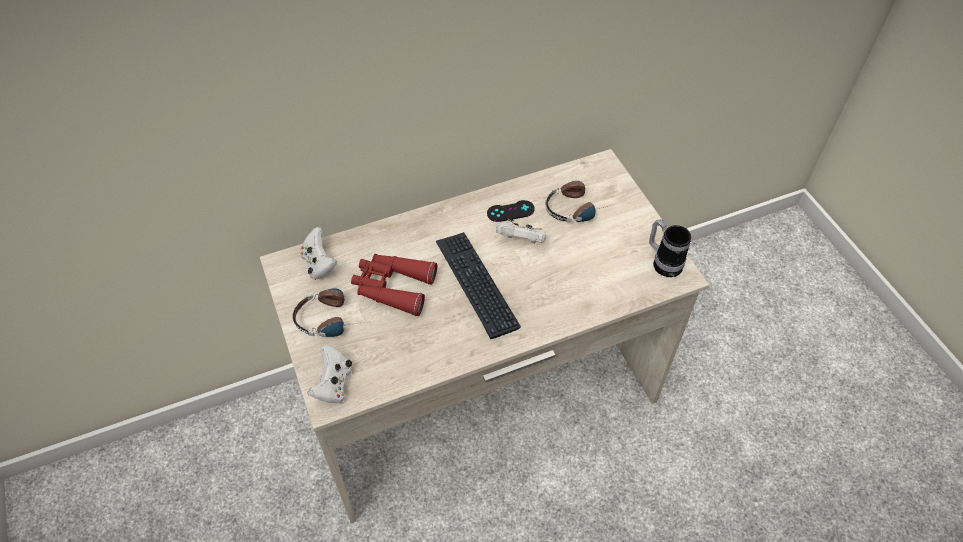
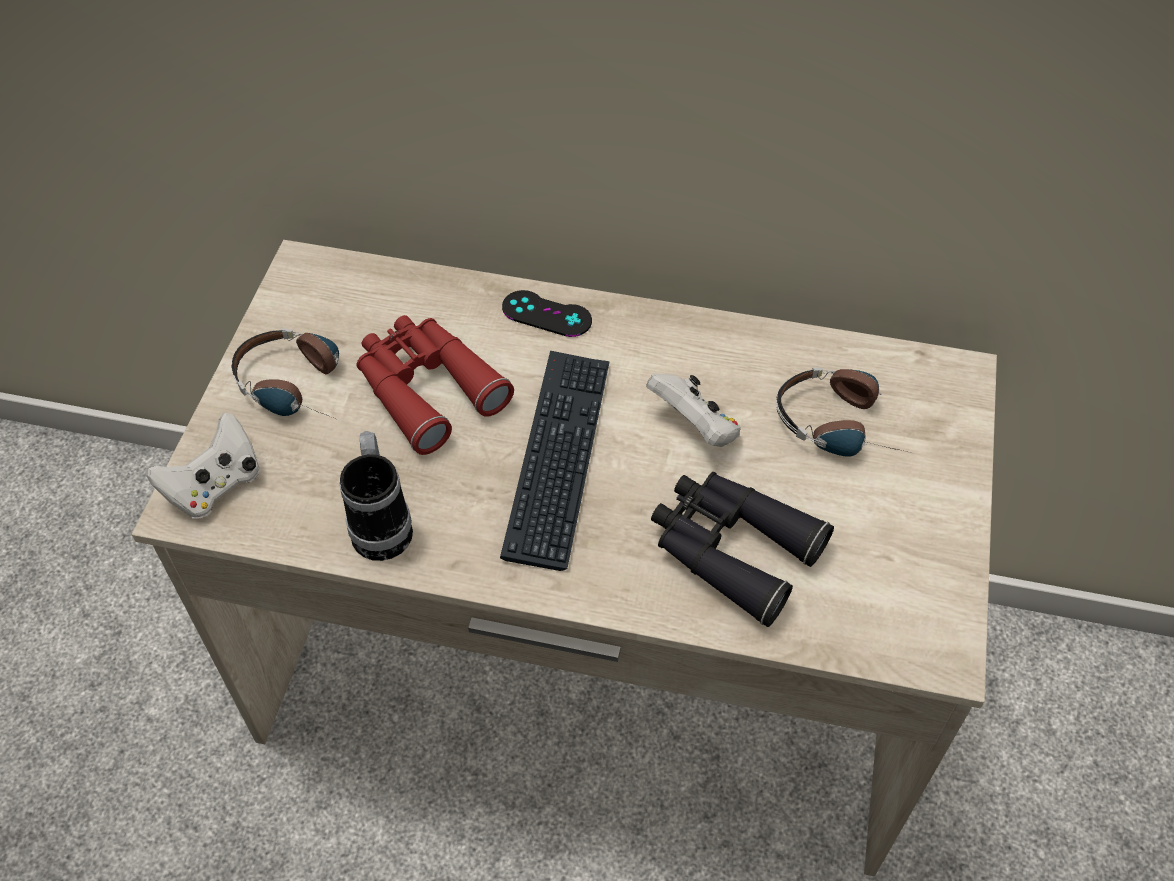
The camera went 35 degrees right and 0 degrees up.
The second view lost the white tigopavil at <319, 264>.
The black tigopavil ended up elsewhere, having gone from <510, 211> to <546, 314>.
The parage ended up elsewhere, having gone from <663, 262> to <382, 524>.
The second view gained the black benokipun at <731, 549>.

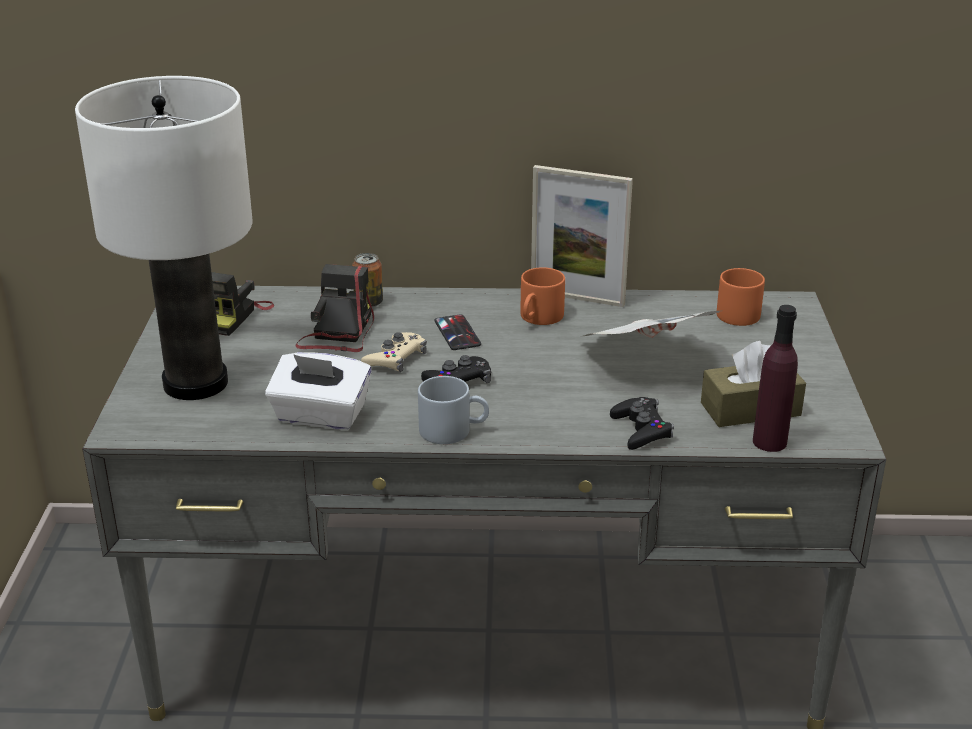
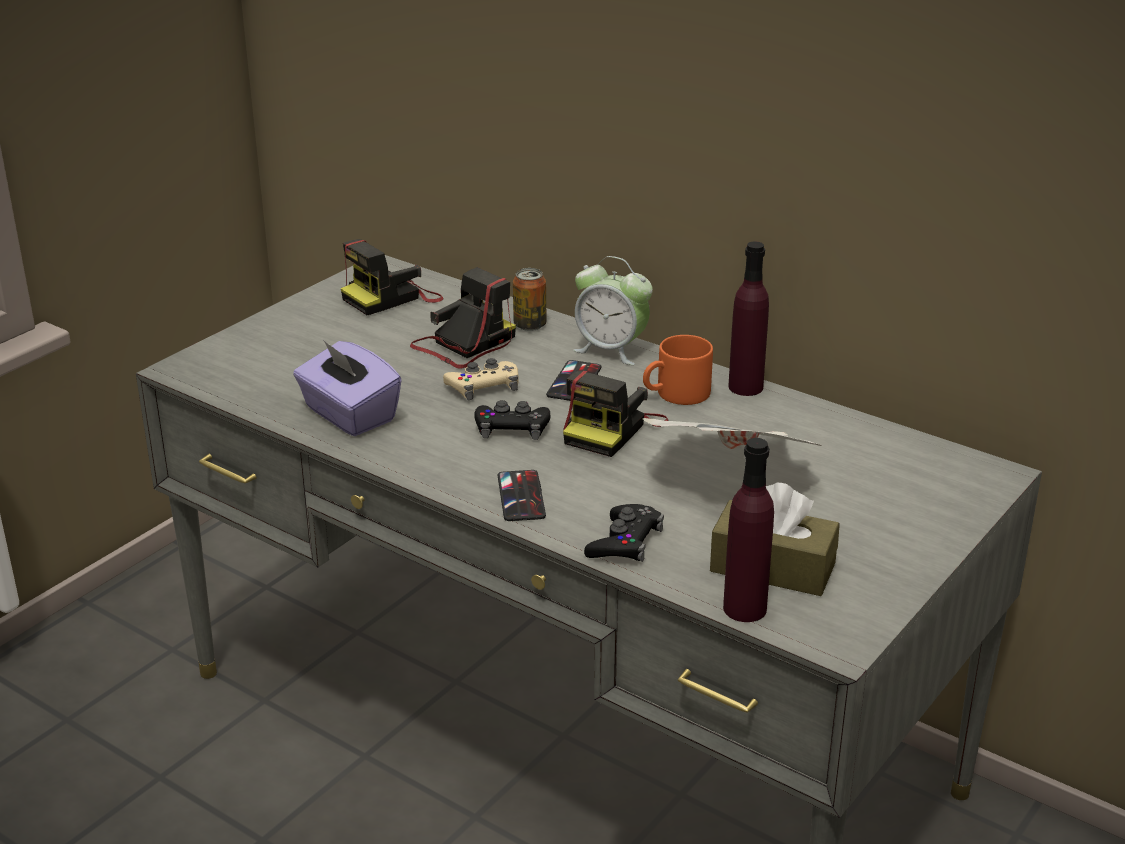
The camera went 35 degrees right and 0 degrees up.
The second view lost the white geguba at <196, 384>.
What was the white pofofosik at <320, 416> turned into the purple pofofosik at <349, 415>.
The second view lost the grey parage at <453, 430>.
Where the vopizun stood at <577, 298>, the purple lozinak came to stand at <745, 387>.
The second view lost the orange parage at <739, 312>.
The second view gained the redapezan at <521, 496>.
The second view gained the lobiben at <612, 430>.
The second view gained the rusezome at <611, 350>.

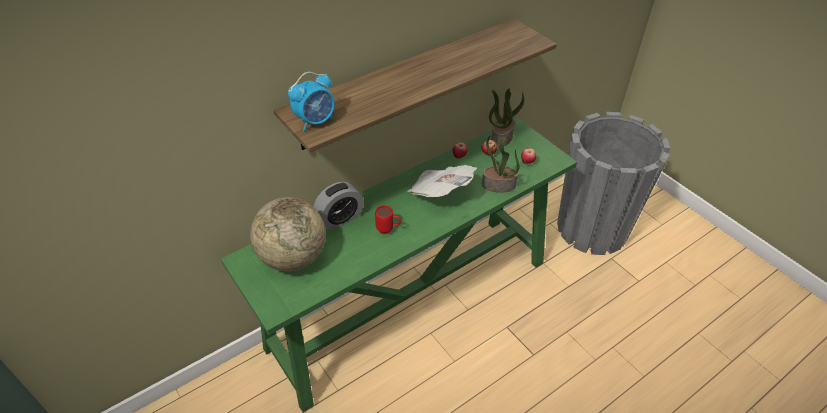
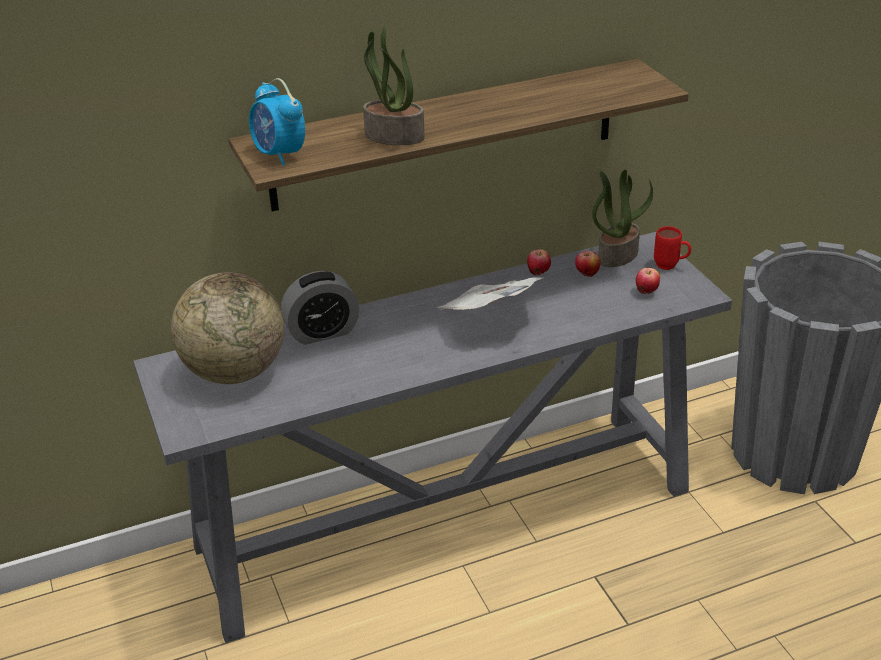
The camera went 15 degrees right and 10 degrees down.
What was the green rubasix at <413, 302> turned into the grey rubasix at <449, 518>.
The rusezome at <315, 121> ended up facing another way, 75 degrees clockwise from before.
The red parage ended up elsewhere, having gone from <388, 230> to <671, 266>.
The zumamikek ended up elsewhere, having gone from <498, 185> to <393, 136>.

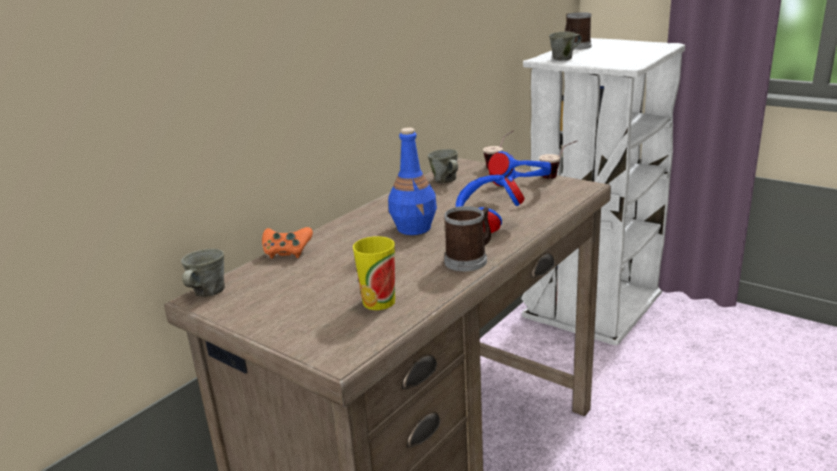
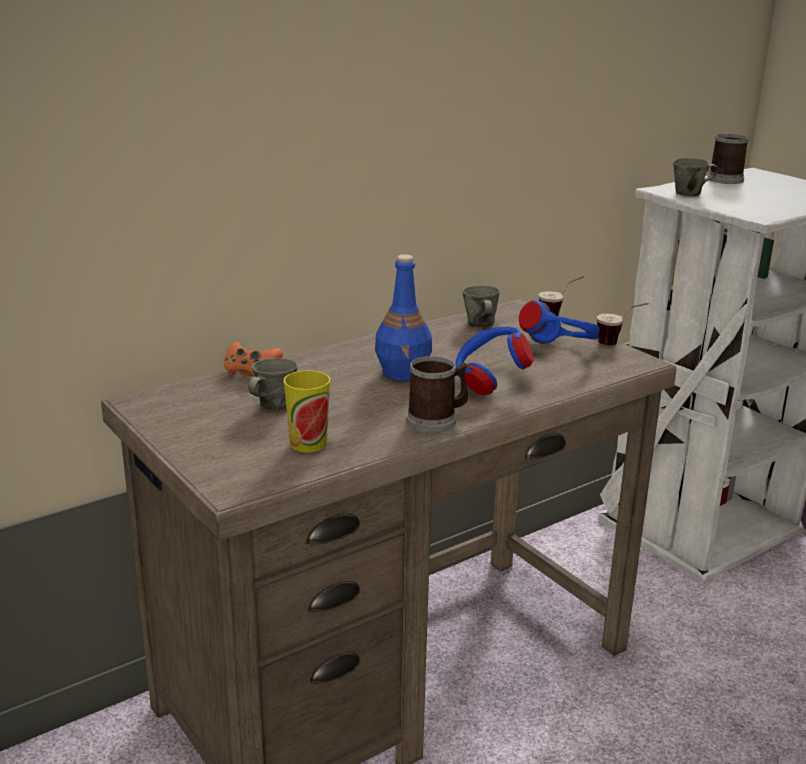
The camera went 15 degrees right and 0 degrees up.
The grey parage ended up elsewhere, having gone from <207, 292> to <273, 405>.

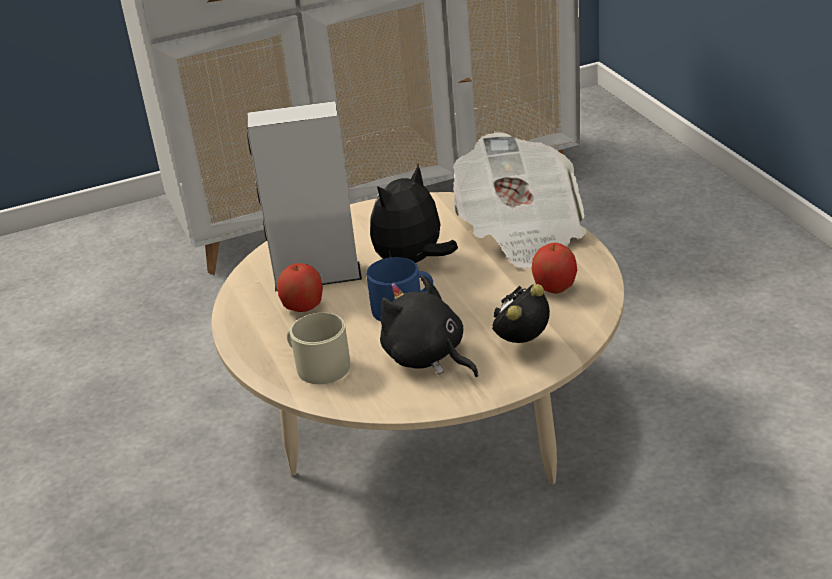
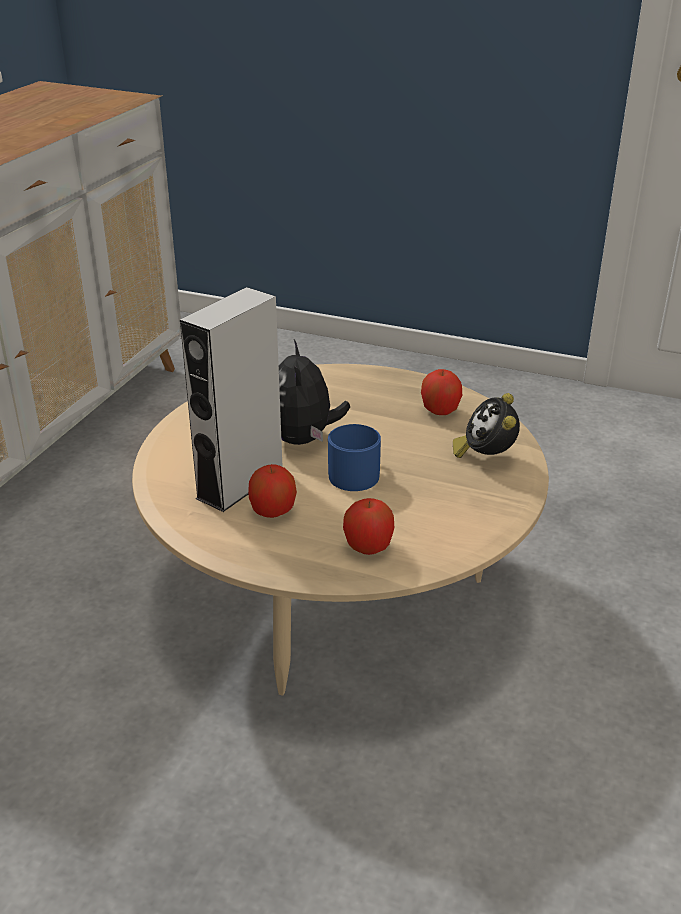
The camera went 50 degrees left and 0 degrees up.
Where the beige parage stood at <317, 365>, the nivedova came to stand at <368, 547>.
The second view lost the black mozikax at <427, 357>.
The second view lost the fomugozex at <520, 232>.

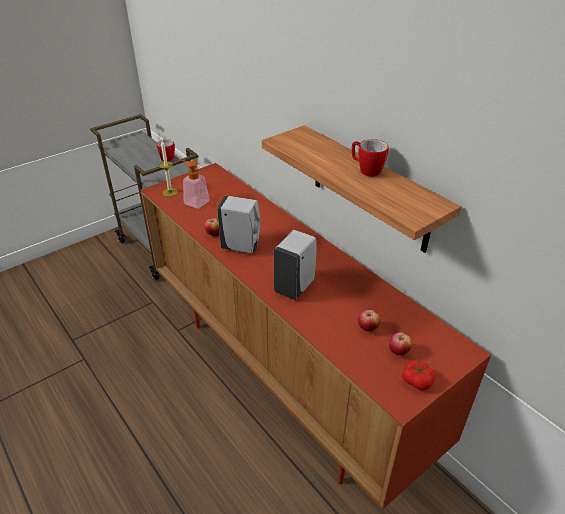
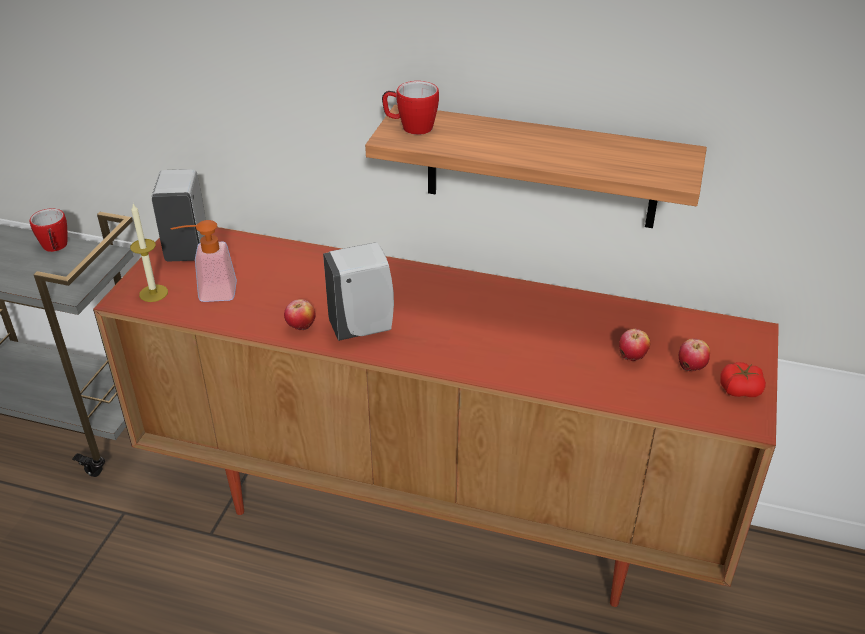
The camera went 35 degrees left and 0 degrees up.
The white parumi ended up elsewhere, having gone from <295, 286> to <187, 248>.
The parage ended up elsewhere, having gone from <366, 170> to <411, 128>.

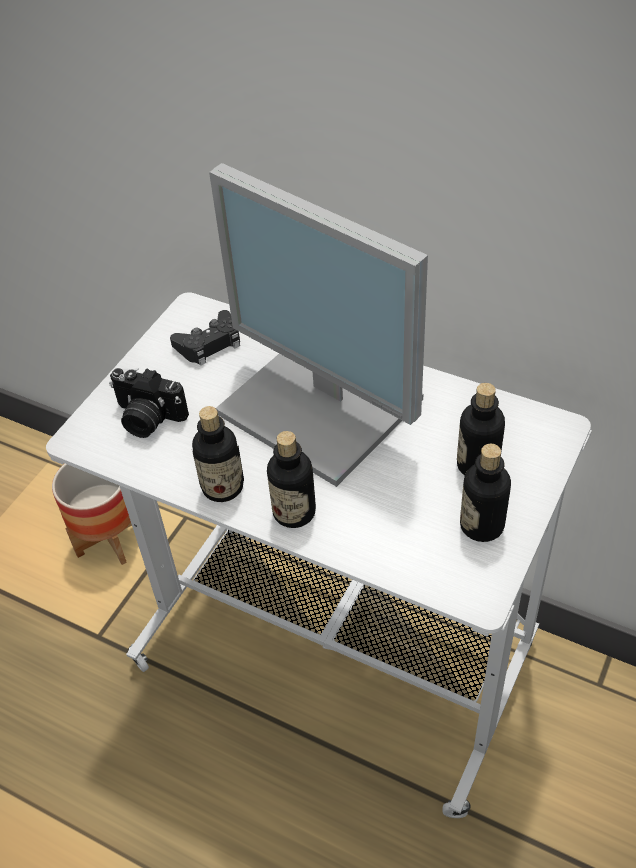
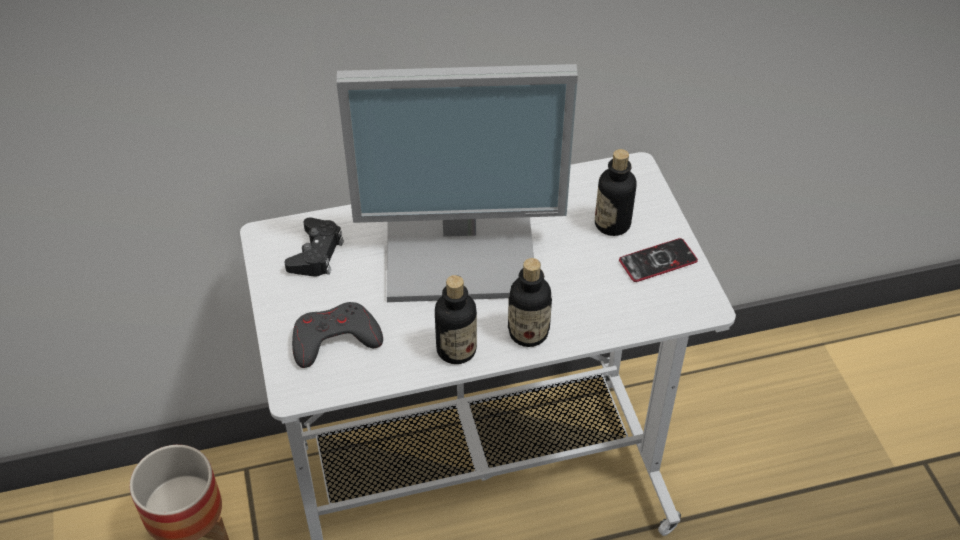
The camera went 45 degrees left and 0 degrees up.
Where the lobiben stood at <147, 418>, the grey tigopavil came to stand at <335, 339>.
Where the lozinak stood at <481, 525>, the redapezan came to stand at <658, 261>.

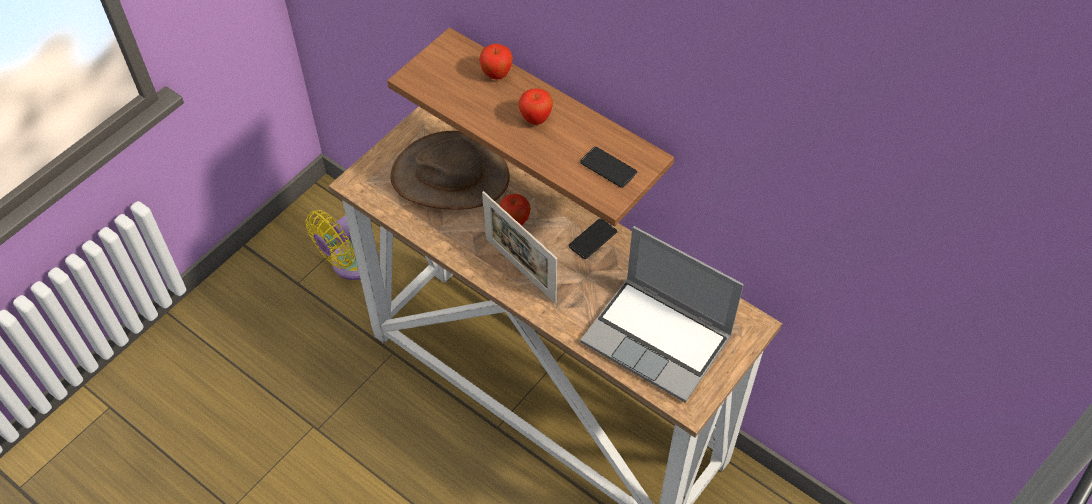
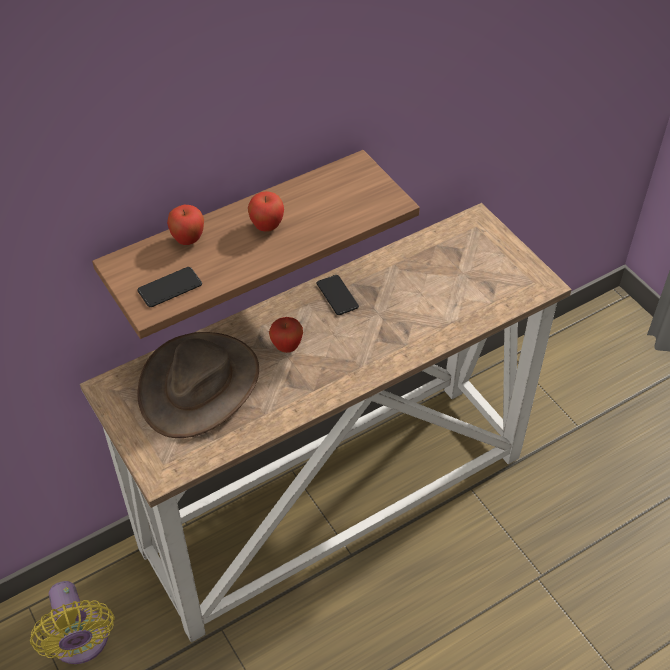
The camera went 70 degrees left and 5 degrees down.
The second view lost the vopizun at <520, 269>.
The redapezan ended up elsewhere, having gone from <608, 168> to <170, 288>.
The second view lost the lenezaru at <658, 339>.

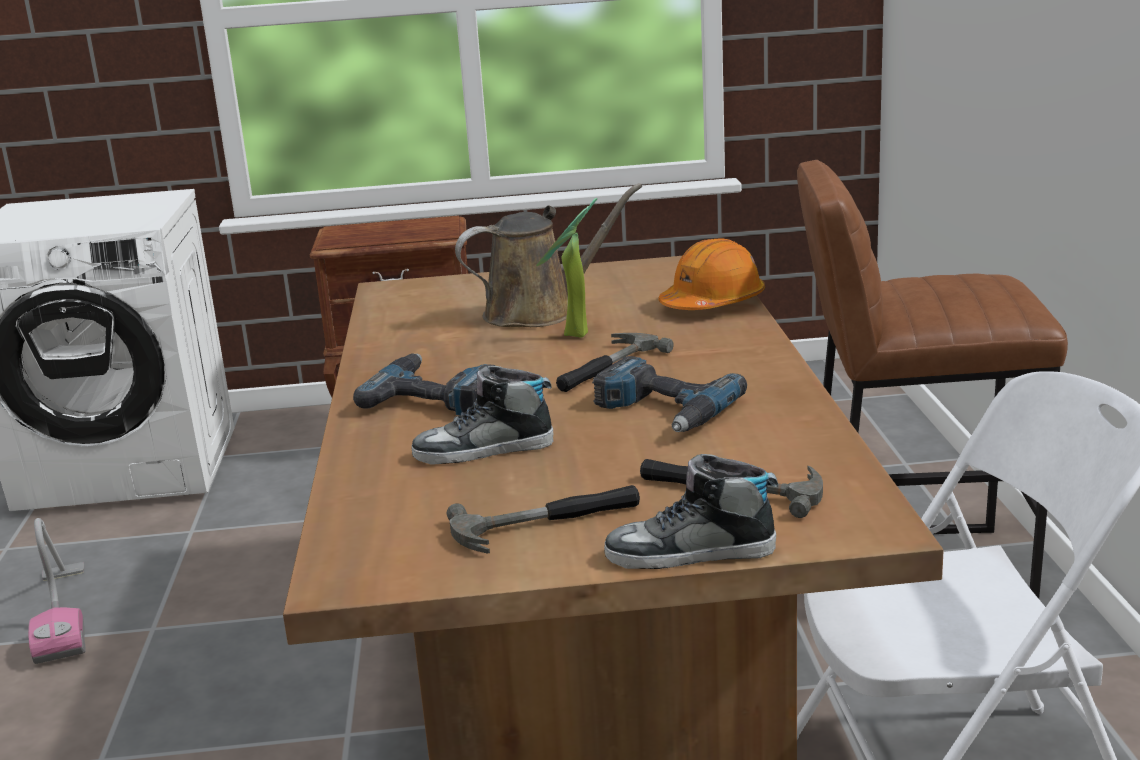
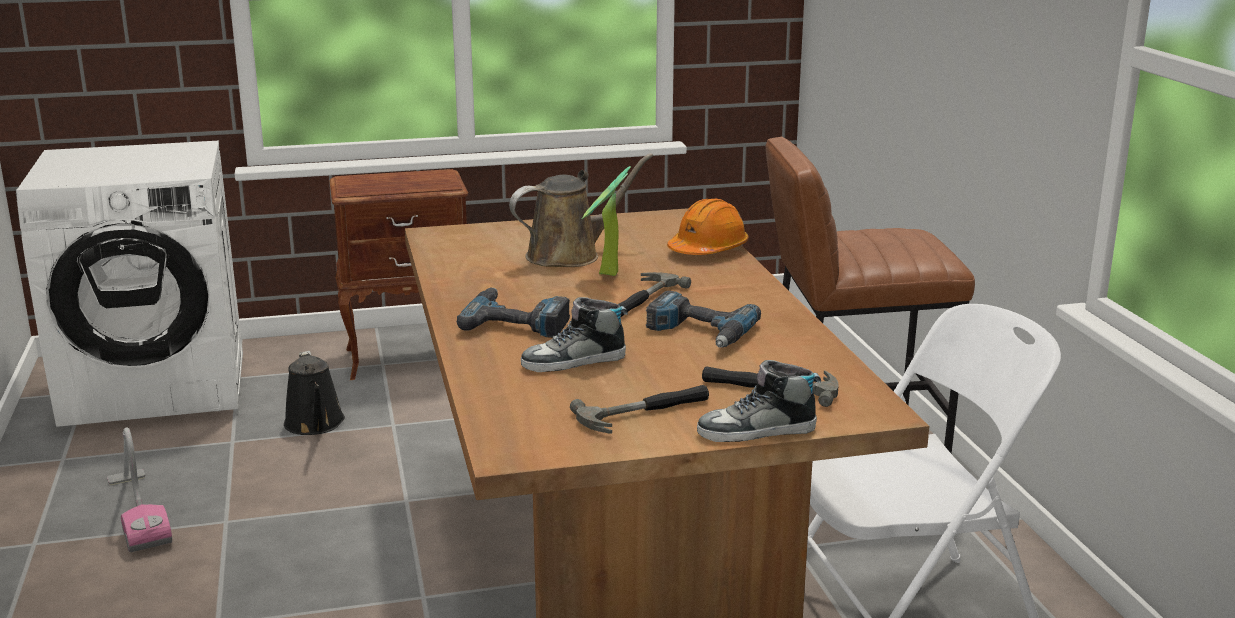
The camera went 10 degrees left and 0 degrees up.
The second view gained the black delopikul at <315, 424>.

